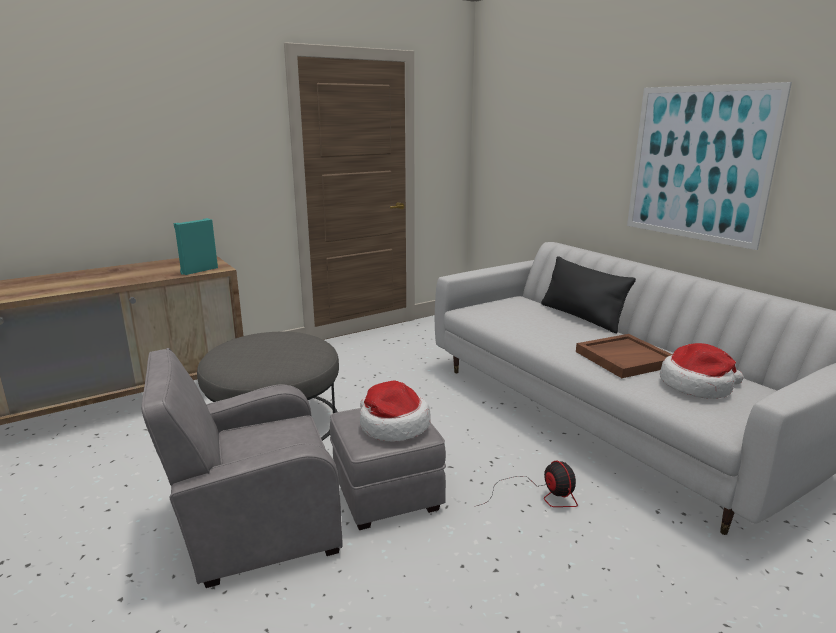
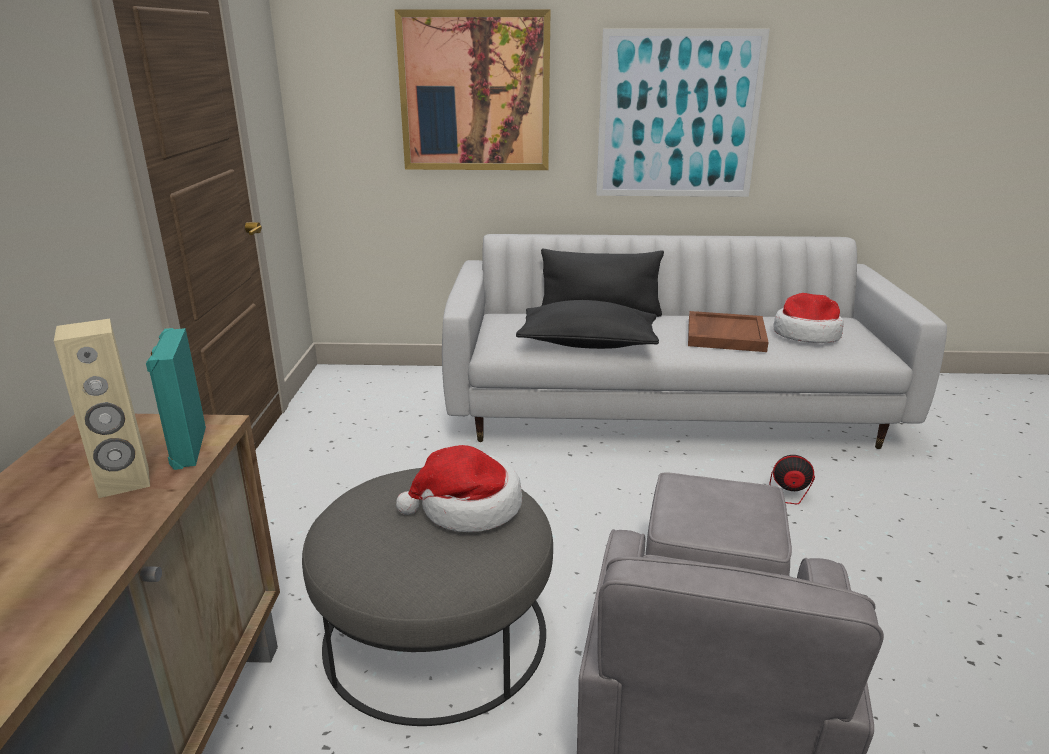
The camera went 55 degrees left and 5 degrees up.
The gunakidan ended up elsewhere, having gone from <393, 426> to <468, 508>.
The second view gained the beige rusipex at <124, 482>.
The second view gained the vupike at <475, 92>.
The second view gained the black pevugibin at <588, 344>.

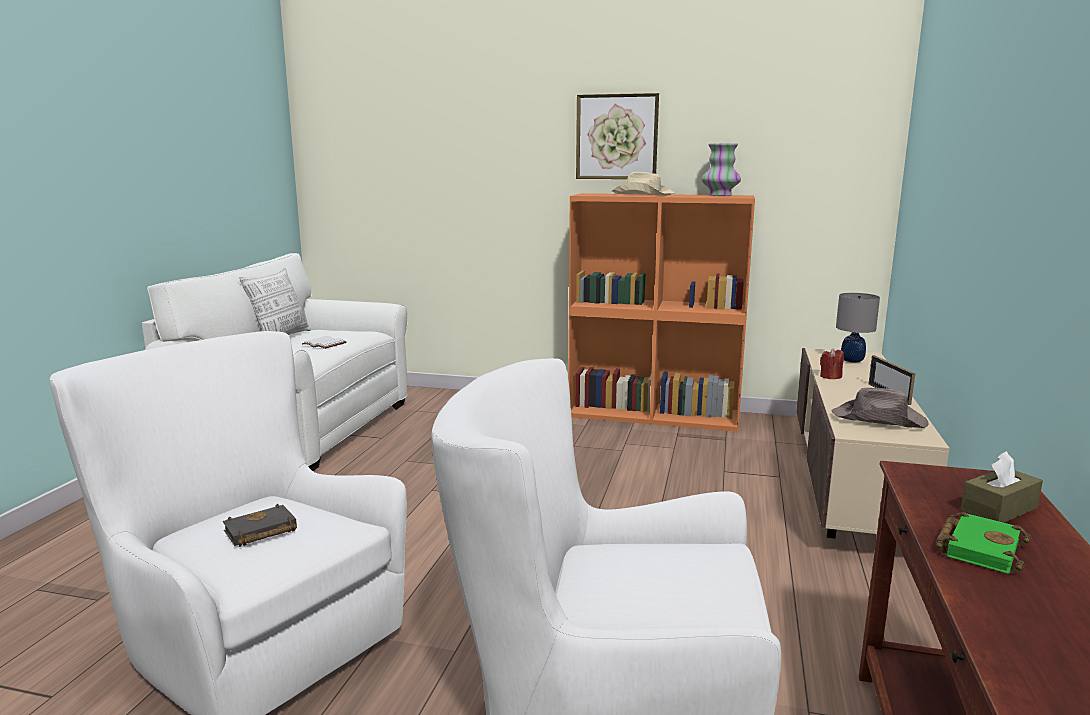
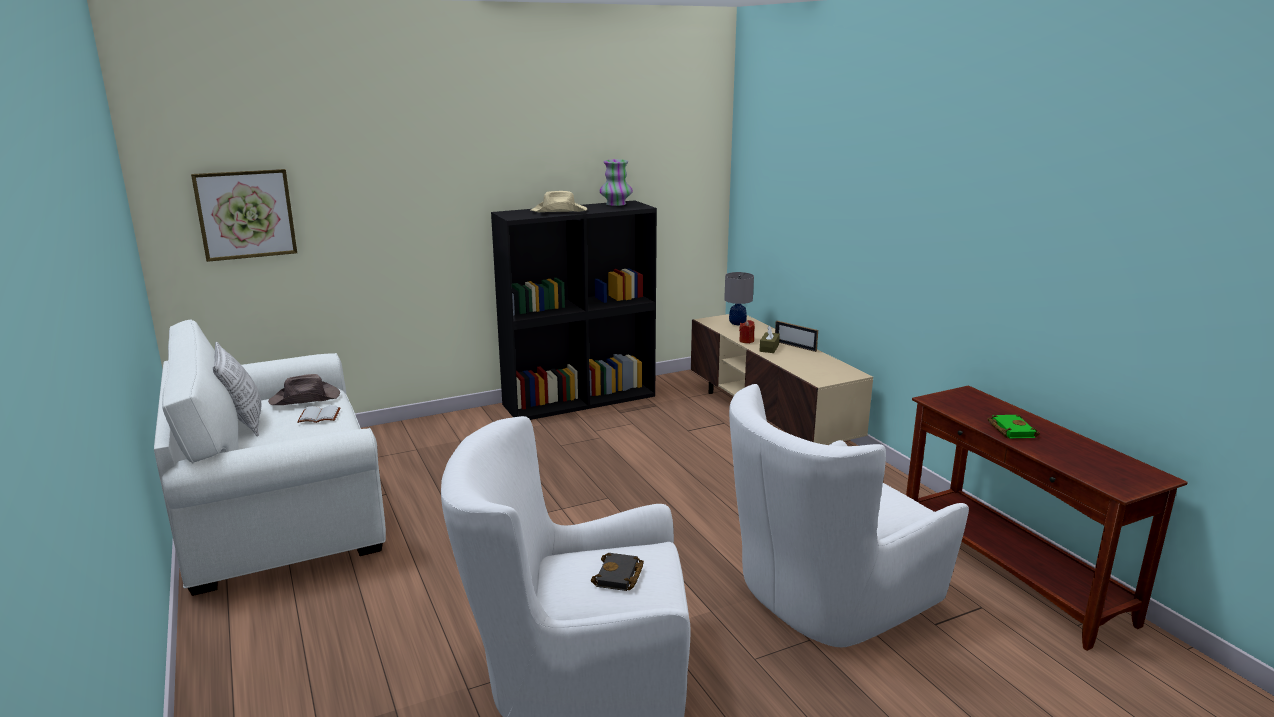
The camera went 40 degrees left and 5 degrees up.
What was the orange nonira at <655, 415> turned into the black nonira at <580, 399>.
The vupike ended up elsewhere, having gone from <616, 137> to <246, 214>.
The brown gunakidan ended up elsewhere, having gone from <879, 419> to <305, 399>.
The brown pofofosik ended up elsewhere, having gone from <999, 509> to <769, 348>.

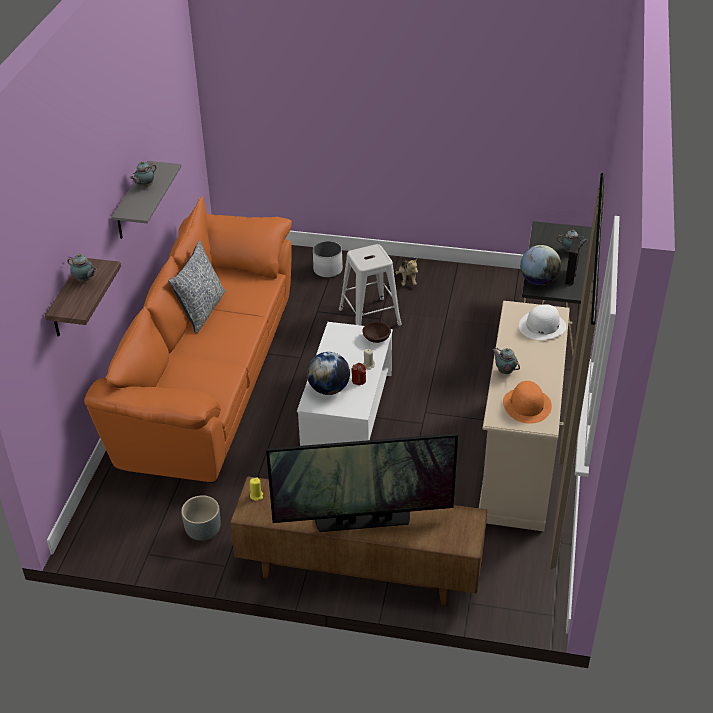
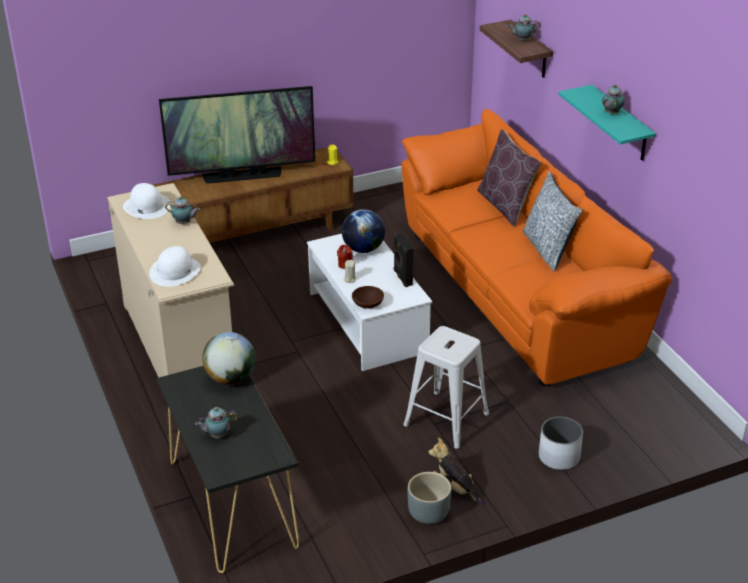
The camera went 145 degrees right and 5 degrees down.
What was the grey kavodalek at <132, 202> turned into the turquoise kavodalek at <620, 124>.
The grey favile ended up elsewhere, having gone from <204, 531> to <428, 514>.
The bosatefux at <363, 521> ended up facing another way, 150 degrees counterclockwise from before.
What was the orange gunakidan at <527, 405> turned into the white gunakidan at <146, 206>.
The black rusipex ended up elsewhere, having gone from <571, 276> to <402, 278>.
The second view gained the brown pevugibin at <505, 206>.

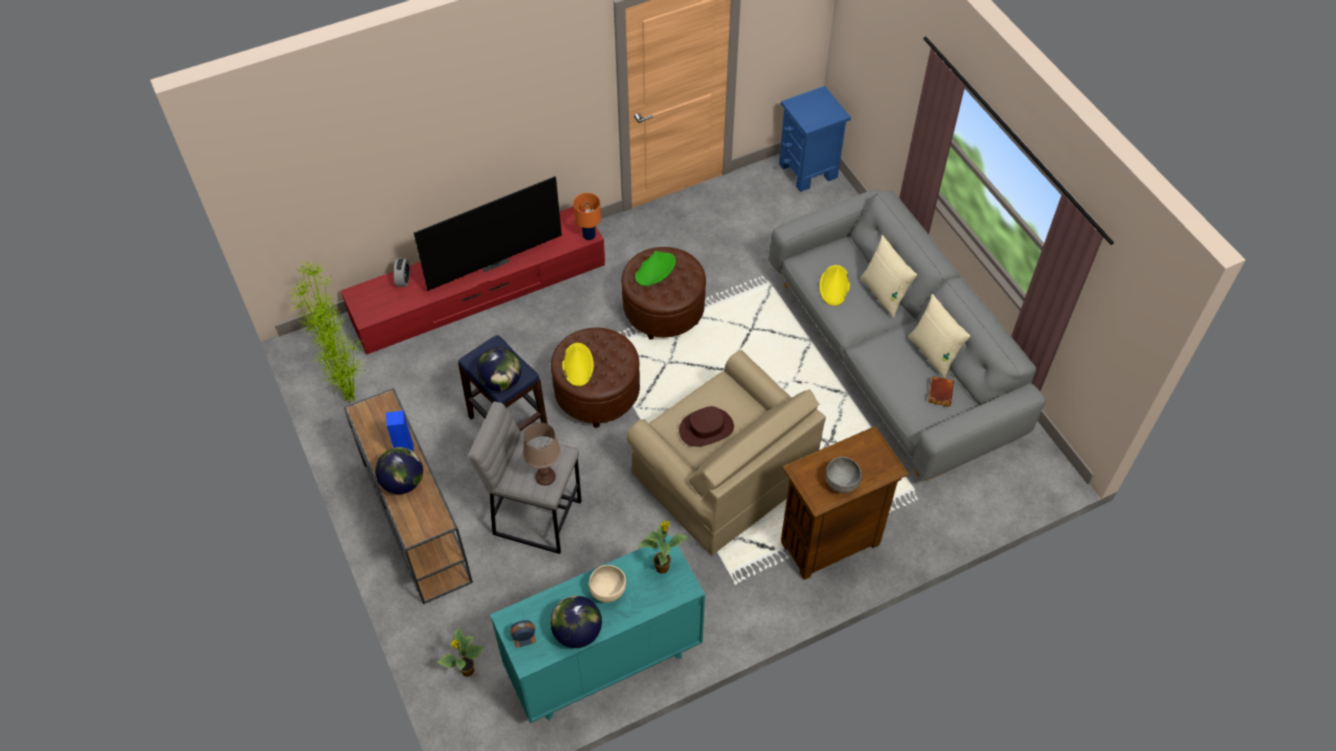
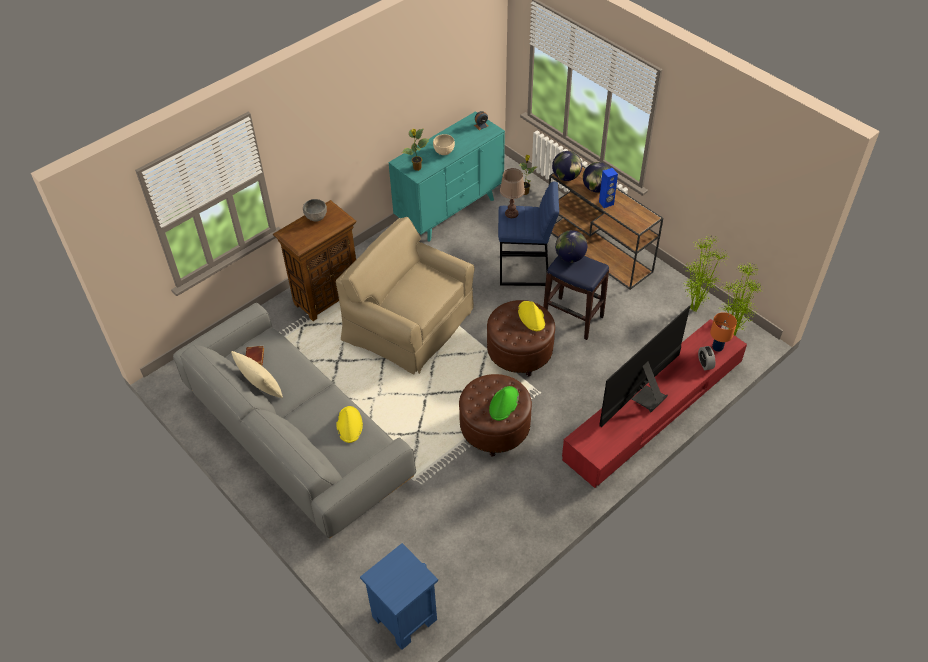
The camera went 165 degrees right and 5 degrees down.
What was the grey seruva at <535, 517> turned into the blue seruva at <525, 270>.
The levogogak ended up elsewhere, having gone from <577, 632> to <566, 177>.
The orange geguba ended up elsewhere, having gone from <589, 235> to <717, 348>.
The second view lost the brown gunakidan at <706, 429>.
The second view lost the beige pevugibin at <883, 294>.

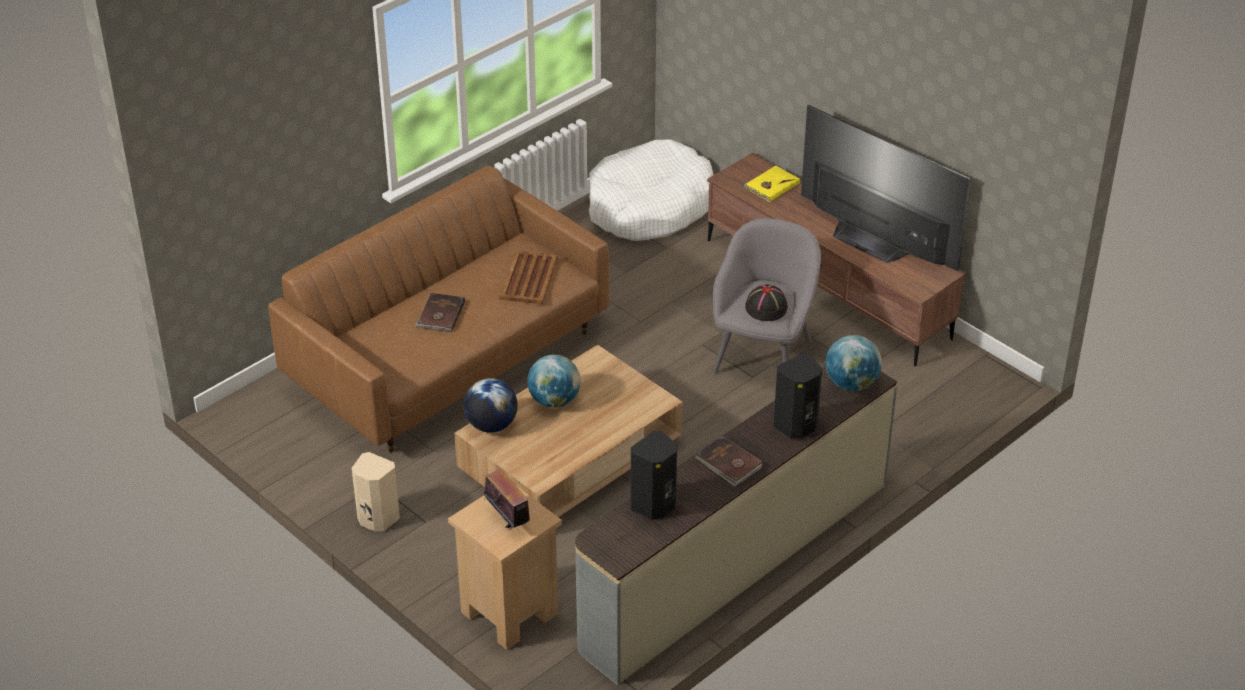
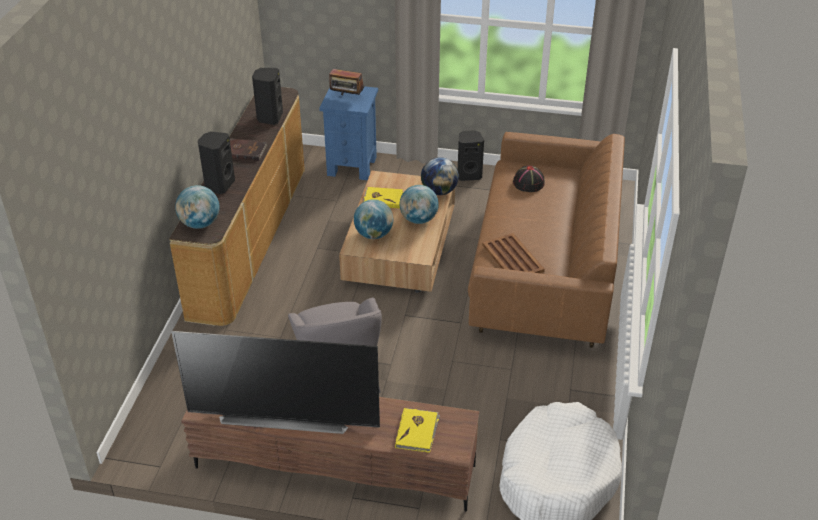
The camera went 145 degrees right and 0 degrees up.
What was the beige rusipex at <377, 519> turned into the black rusipex at <468, 175>.
The second view lost the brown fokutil at <440, 315>.
What was the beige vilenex at <510, 611> turned into the blue vilenex at <352, 166>.
What was the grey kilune at <734, 562> turned into the brown kilune at <251, 236>.
The black gunakidan ended up elsewhere, having gone from <766, 307> to <528, 183>.
The second view gained the levogogak at <374, 234>.
The second view gained the yellow fokutil at <383, 199>.

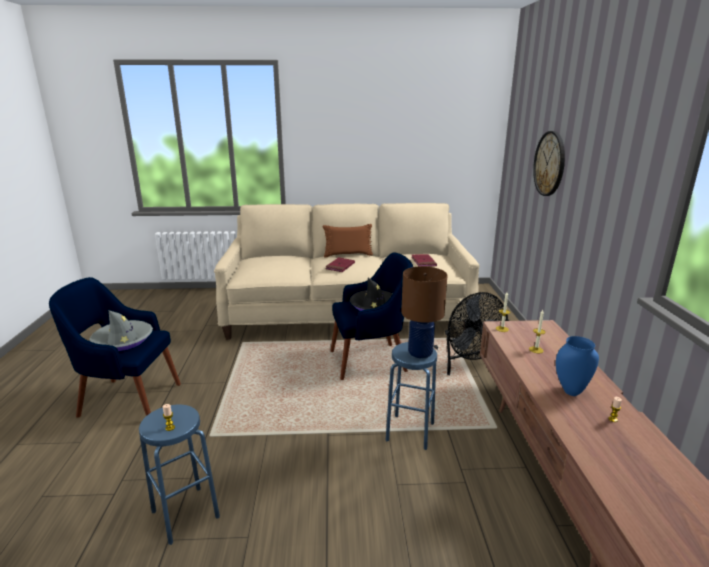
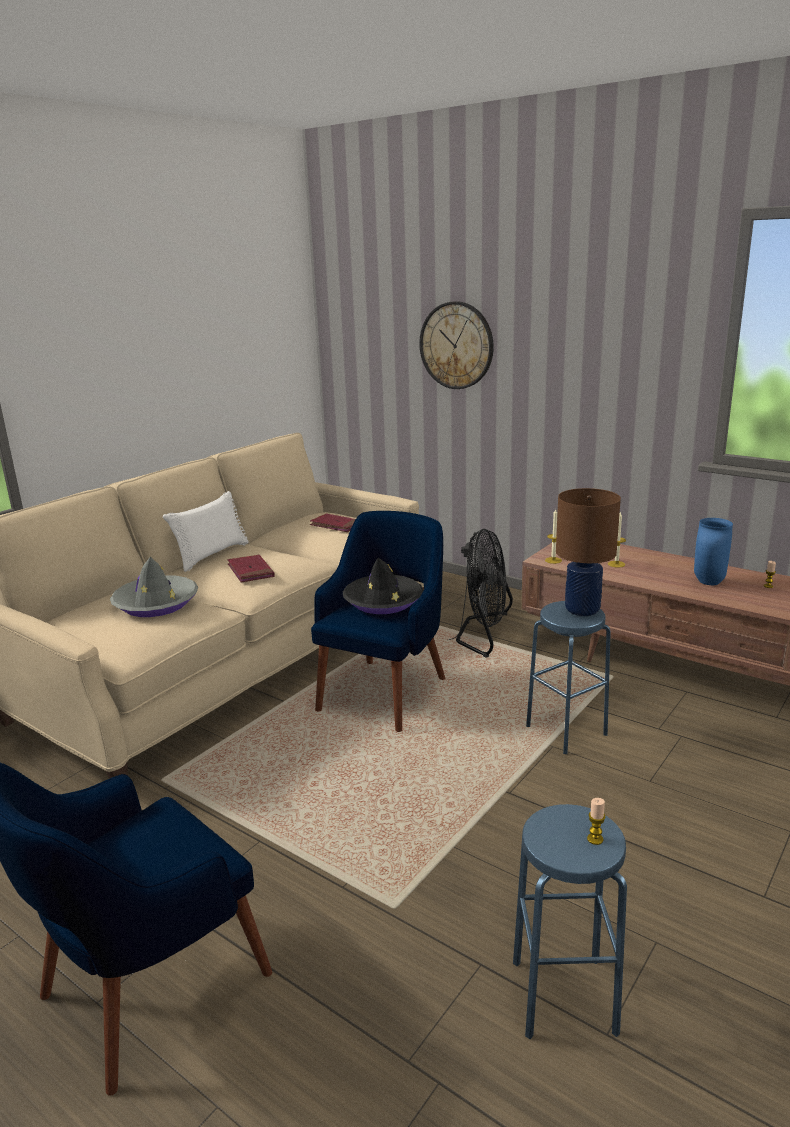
The camera went 50 degrees left and 0 degrees up.
The grey gunakidan ended up elsewhere, having gone from <123, 341> to <156, 604>.
What was the brown pevugibin at <348, 255> turned into the white pevugibin at <211, 555>.

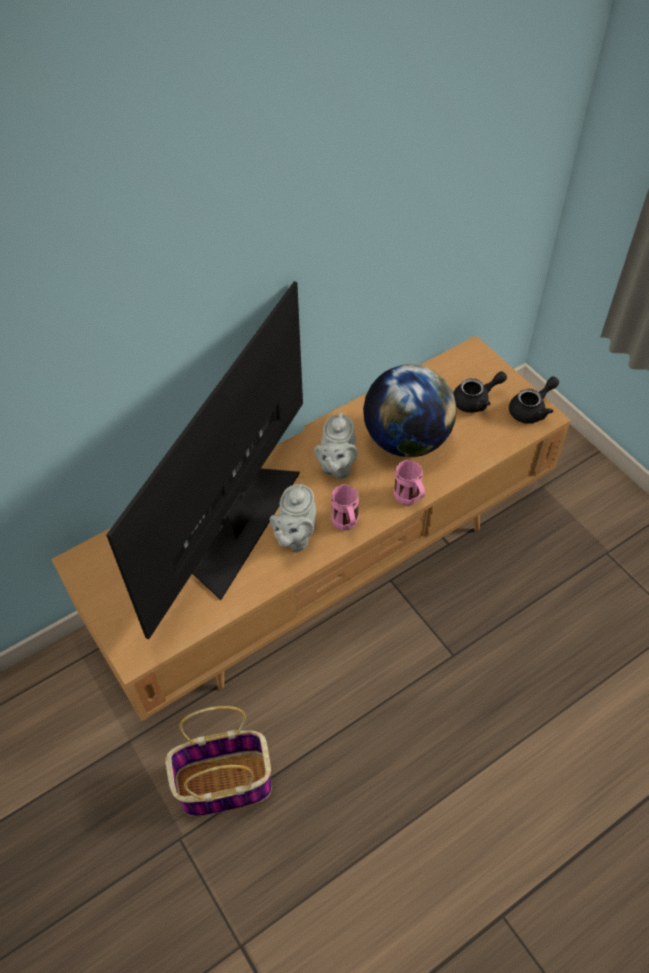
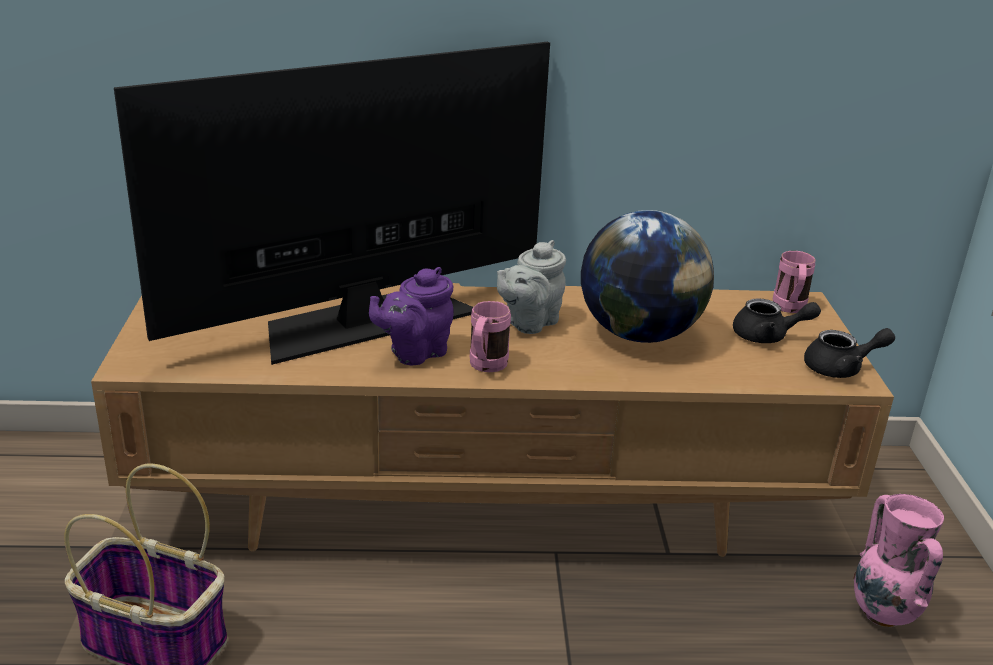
The camera went 30 degrees right and 25 degrees down.
What was the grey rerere at <295, 536> turned into the purple rerere at <414, 353>.
The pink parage ended up elsewhere, having gone from <409, 500> to <789, 309>.
The second view gained the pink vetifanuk at <883, 613>.

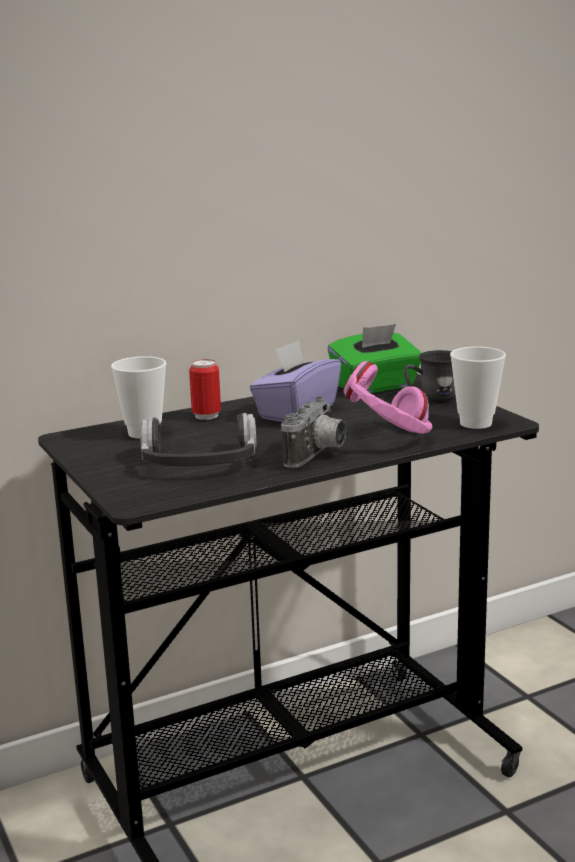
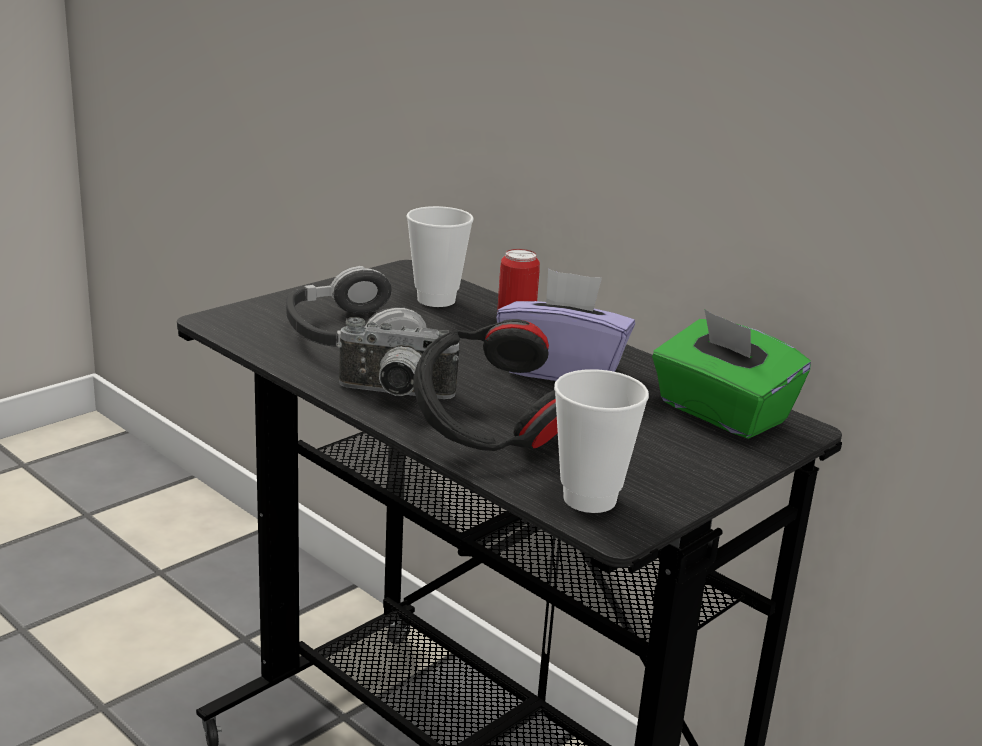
The camera went 70 degrees right and 5 degrees up.
What was the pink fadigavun at <390, 437> turned into the black fadigavun at <486, 436>.
The second view lost the grey parage at <432, 399>.

